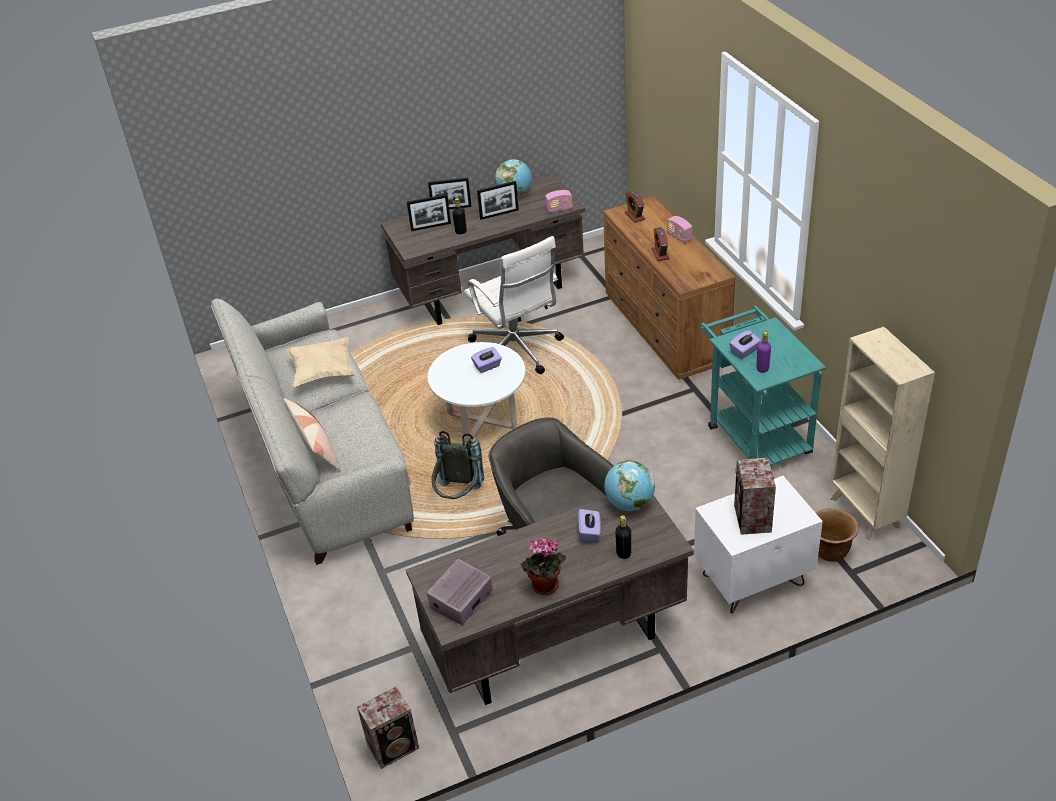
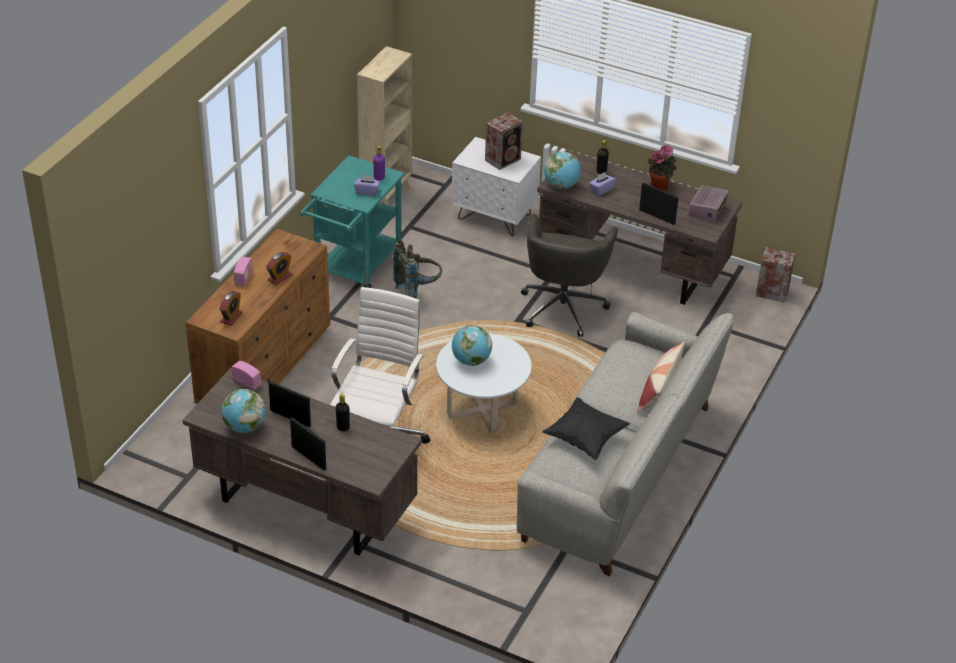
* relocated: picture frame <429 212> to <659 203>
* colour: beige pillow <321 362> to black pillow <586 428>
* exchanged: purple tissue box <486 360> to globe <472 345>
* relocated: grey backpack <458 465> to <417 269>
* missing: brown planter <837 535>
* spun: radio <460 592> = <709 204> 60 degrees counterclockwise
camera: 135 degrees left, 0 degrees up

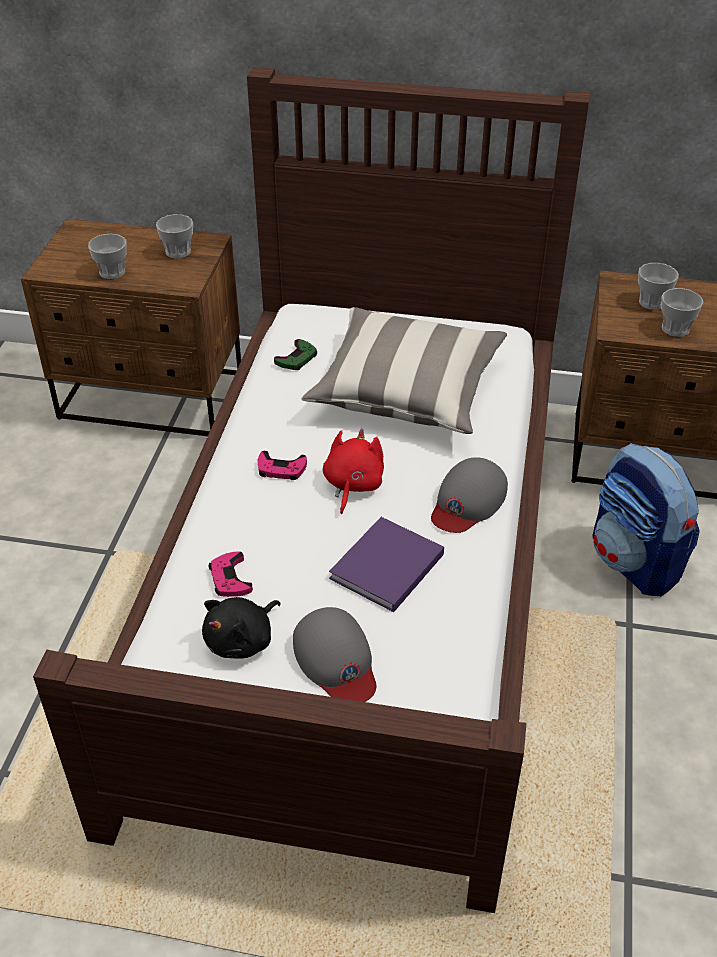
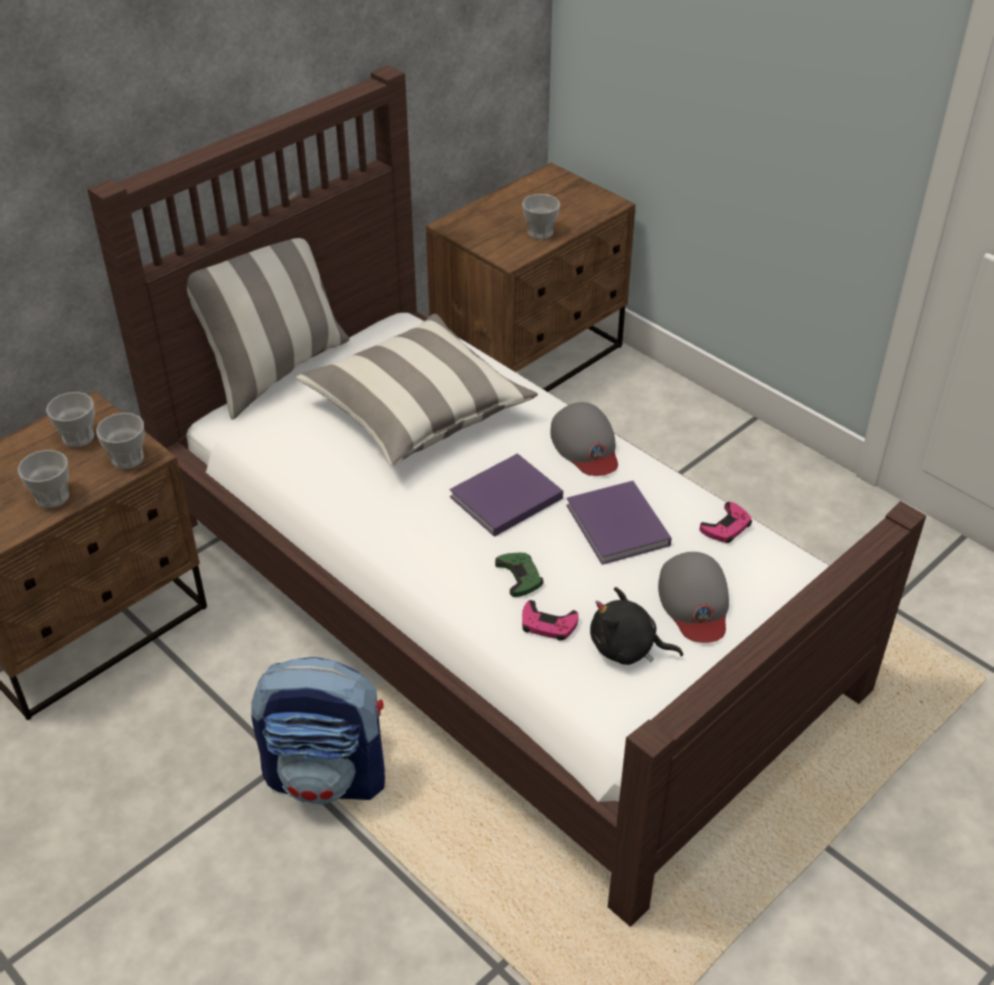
* relocated: cup <658 286> to <120 441>
* relocated: green game controller <295 354> to <519 575>
* exchanged: red plush toy <353 471> to purple book <506 495>
* relocated: backpack <646 520> to <318 731>
* relocated: pink game controller <282 465> to <726 522>
* spun: black plush toy <241 628> = <636 626> 120 degrees clockwise
* spun: grey cap <334 654> = <693 597> 75 degrees clockwise
* appeared: pillow <268 305>
camera: 55 degrees left, 0 degrees up

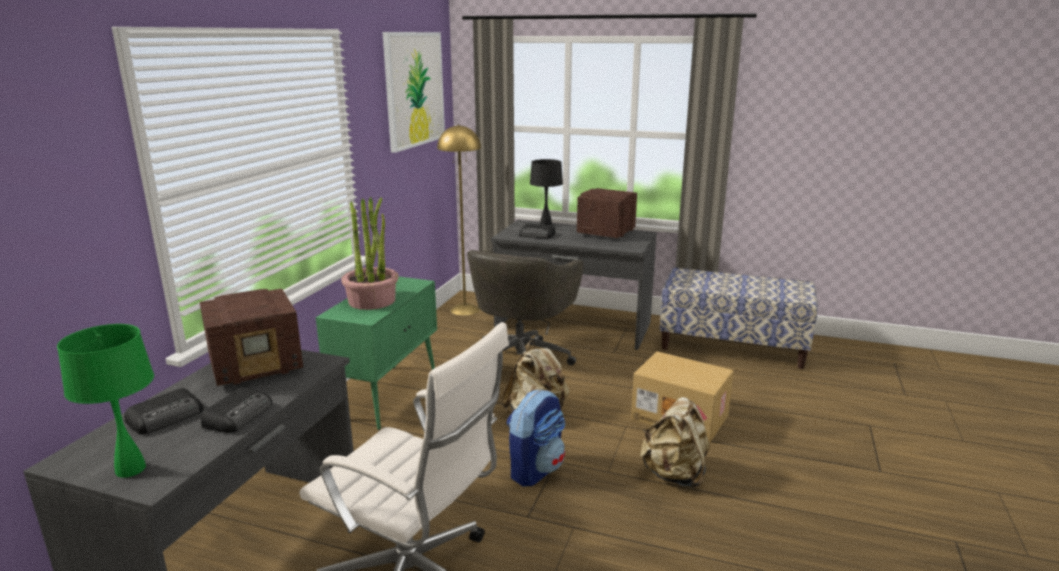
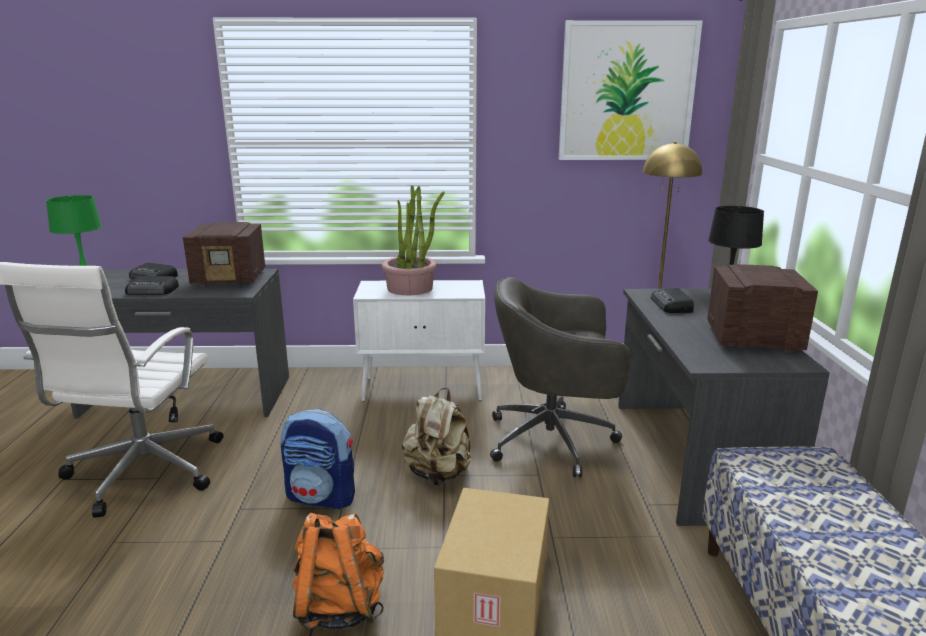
* colour: green cabinet <376 353> to white cabinet <419 341>
* spun: radio <251 337> = <224 254> 45 degrees counterclockwise
* colour: beige backpack <675 443> to orange backpack <338 571>
camera: 70 degrees right, 0 degrees up

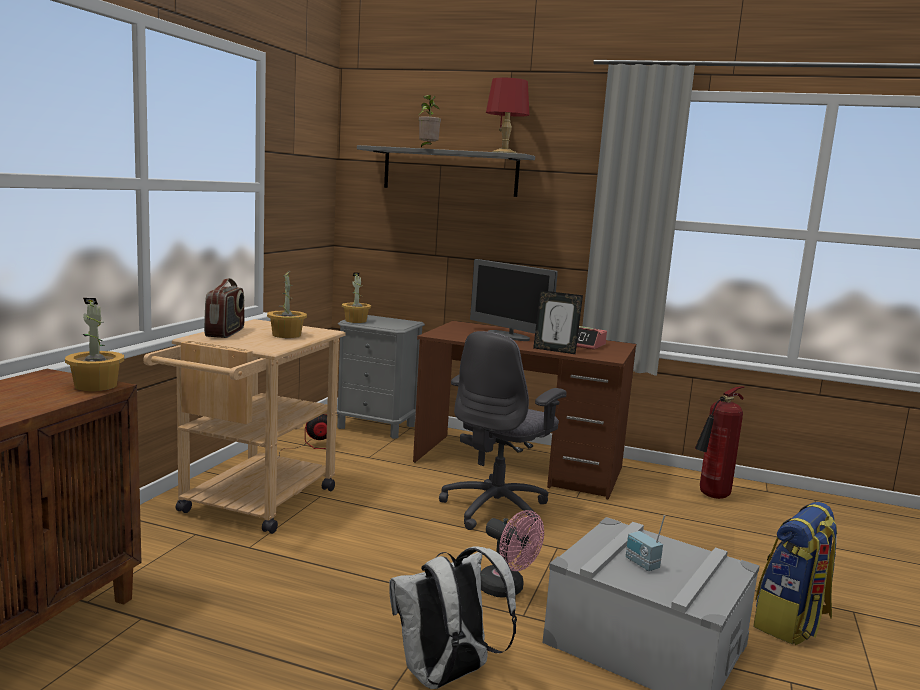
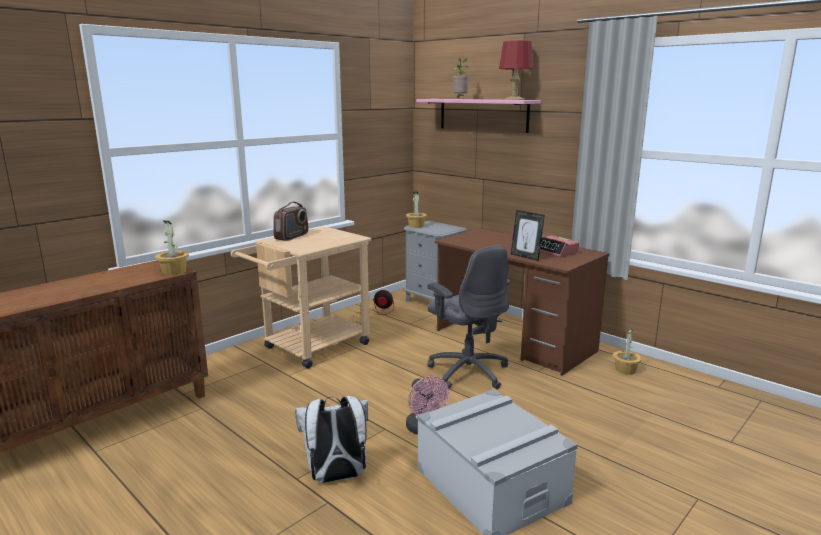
* colour: grey shelf <446 171> to pink shelf <478 116>
* missing: monitor <514 300>
* relocated: potted plant <287 304> to <627 352>
* spun: grey office chair <503 430> = <468 317> 90 degrees counterclockwise
* missing: fire extinguisher <720 442>
* missing: backpack <795 573>
* missing: radio <645 543>
camera: 25 degrees right, 5 degrees up

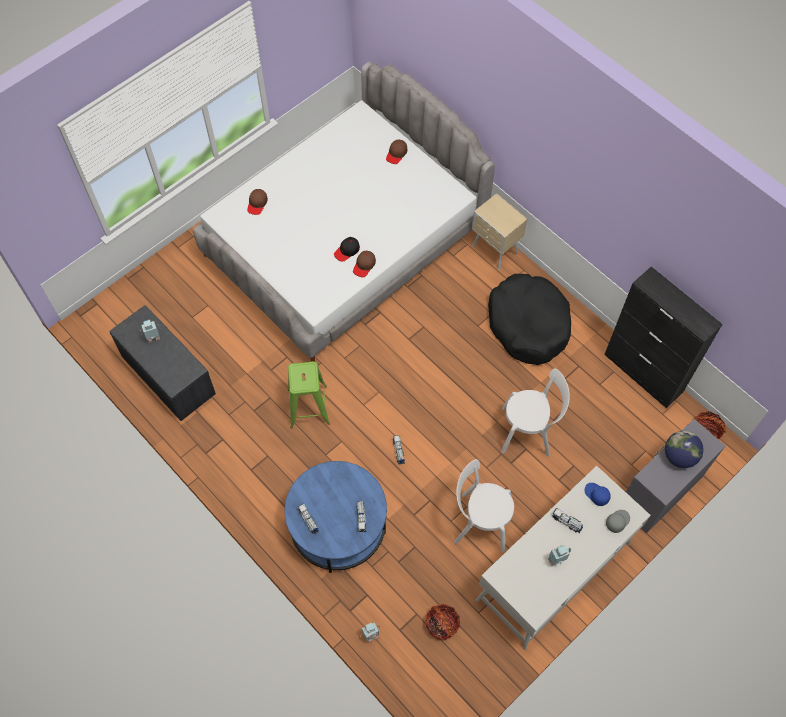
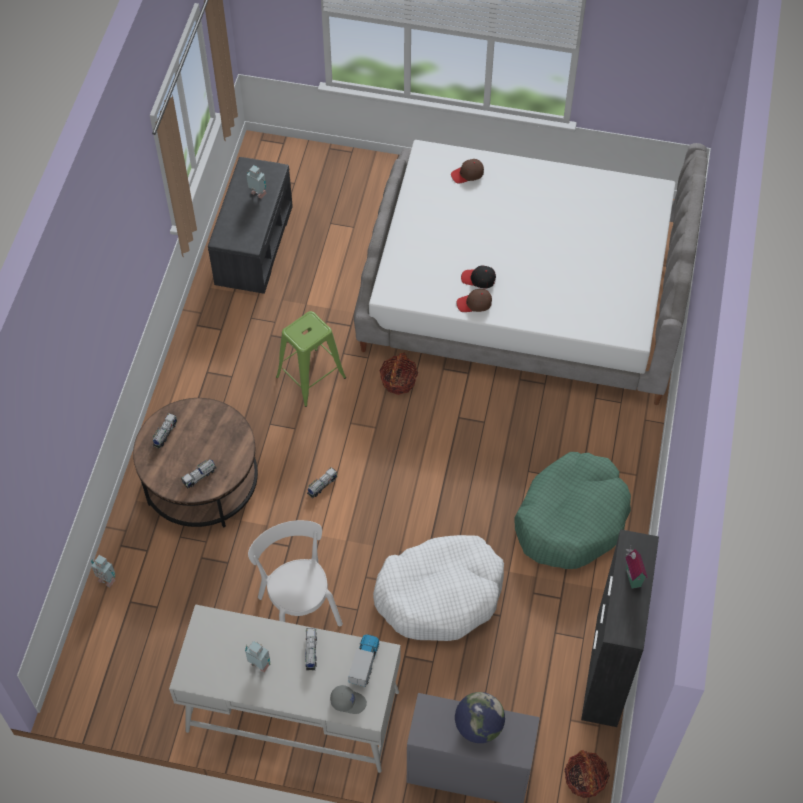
* missing: brown cap <396 151>
* missing: beige nightstand <499 231>
* colour: black dog bed <529 319> to green dog bed <572 510>
* exchanged: white chair <535 412> to white dog bed <438 588>
* colour: blue coffee table <335 517> to brown coffee table <195 463>
* exchanged: blue cap <597 494> to toy truck <363 660>
* relocated: basket <443 622> to <398 374>
* appeared: toy house <636 567>
camera: 55 degrees right, 5 degrees down

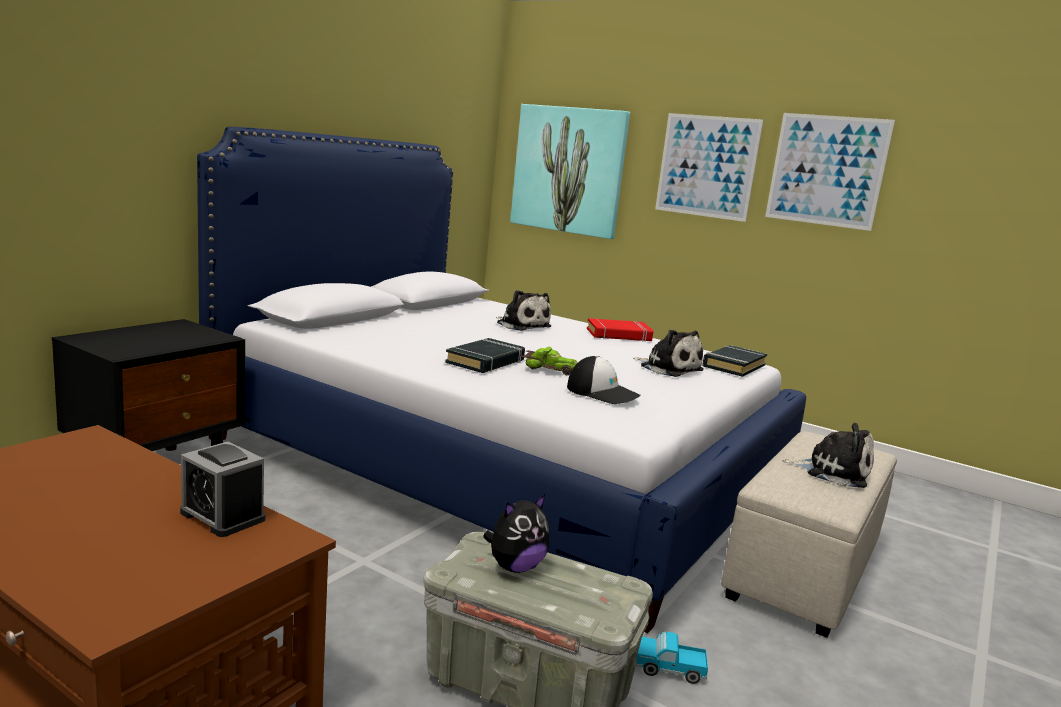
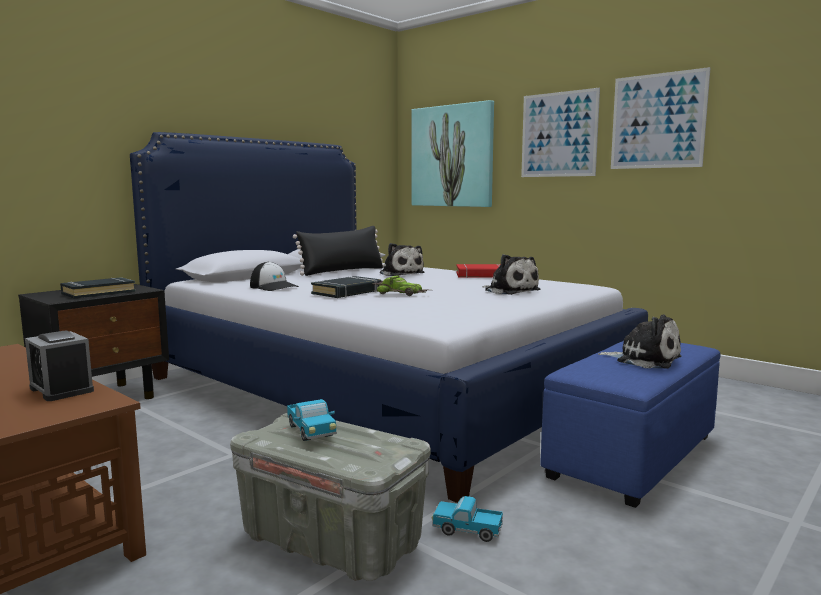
* relocated: black book <734 361> to <98 288>
* relocated: cap <604 380> to <274 276>
* colour: beige ottoman <809 534> to blue ottoman <630 424>
* exchanged: plush toy <516 533> to toy truck <312 420>
* appeared: black pillow <338 251>
camera: 10 degrees right, 5 degrees down

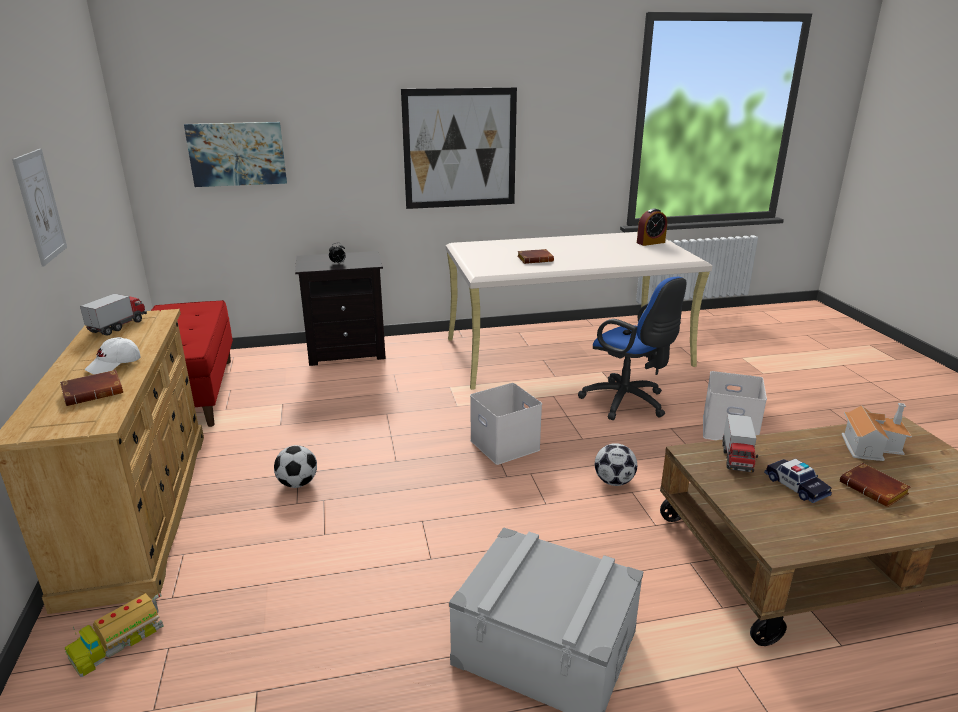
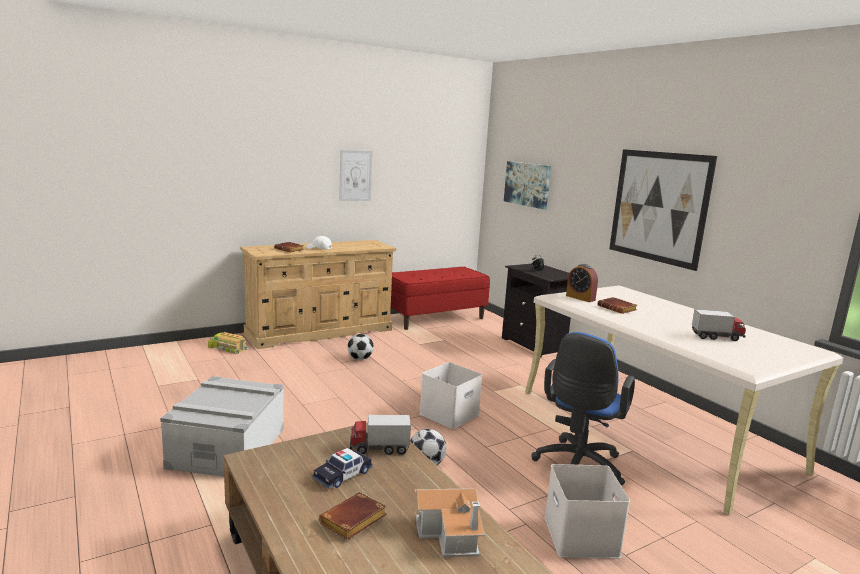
* relocated: alarm clock <652 227> to <582 283>
* relocated: toy truck <113 315> to <719 325>
camera: 70 degrees right, 10 degrees down

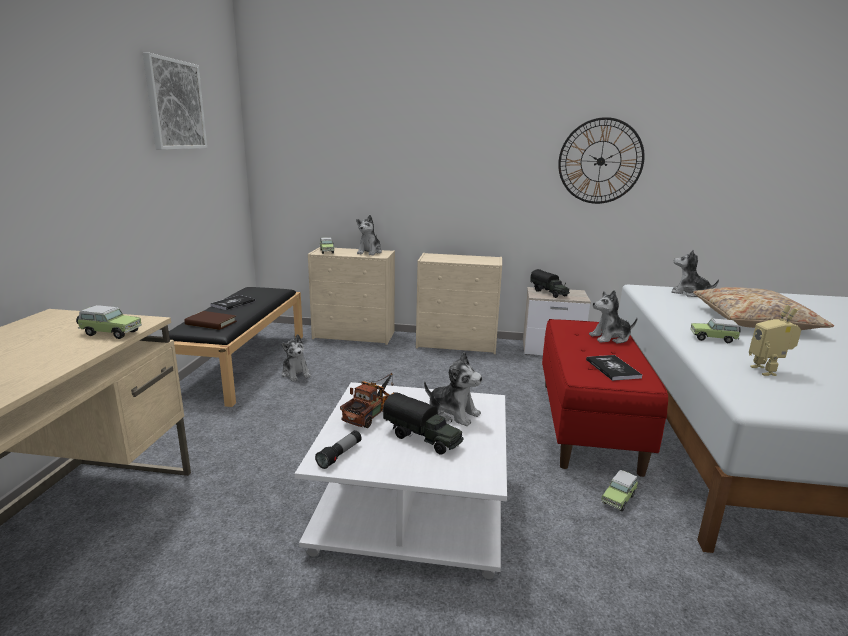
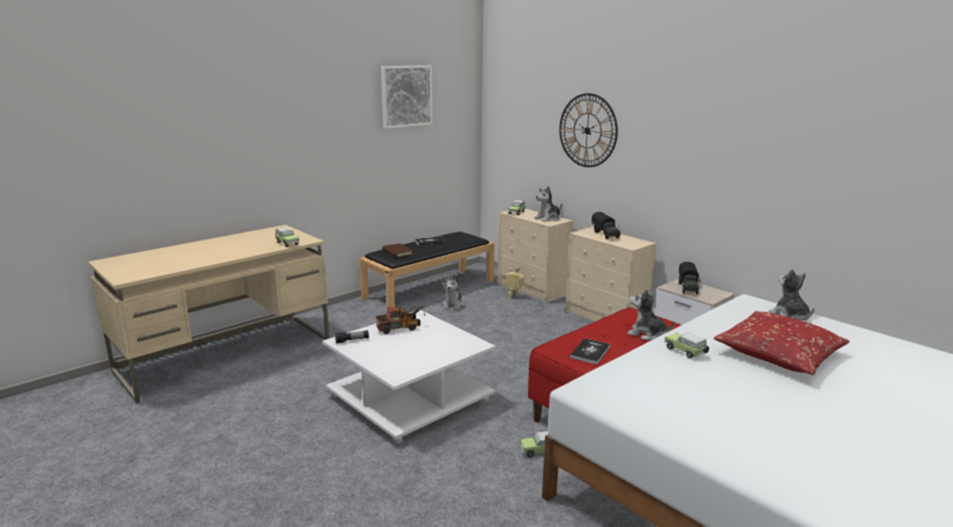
* relocated: wall clock <601 160> to <588 130>
* colour: beige pillow <763 308> to red pillow <782 343>
* relocated: toy robot <775 340> to <515 282>
* missing: plush toy <453 389>
* relocated: toy truck <423 423> to <606 225>
camera: 40 degrees right, 0 degrees up

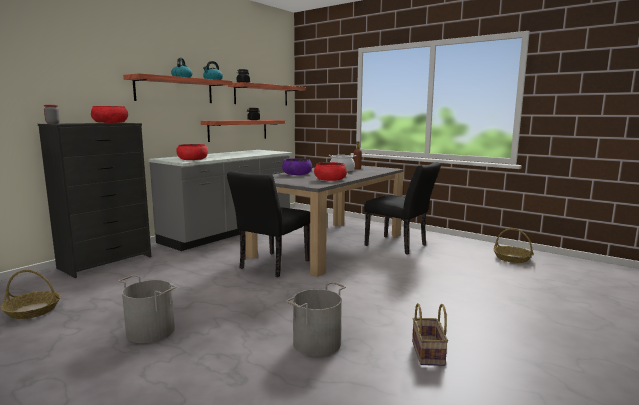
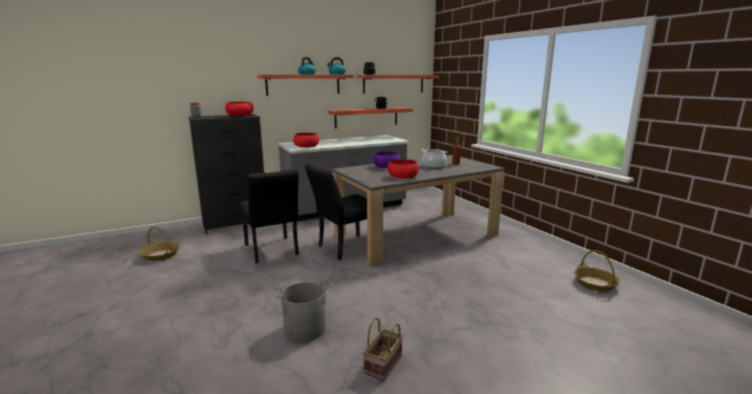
* relocated: black chair <402 208> to <269 216>
* missing: grey bucket <147 309>
camera: 25 degrees right, 5 degrees up

